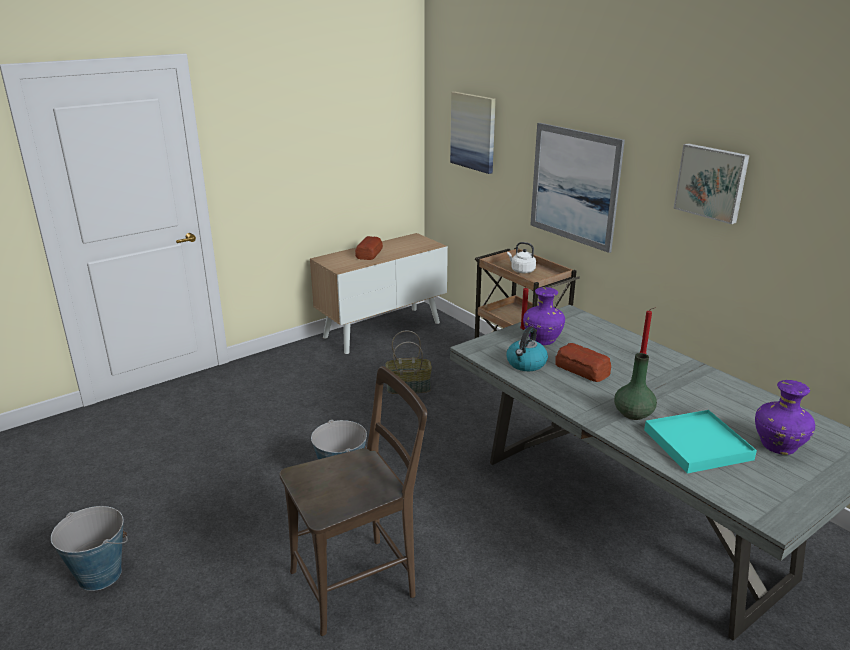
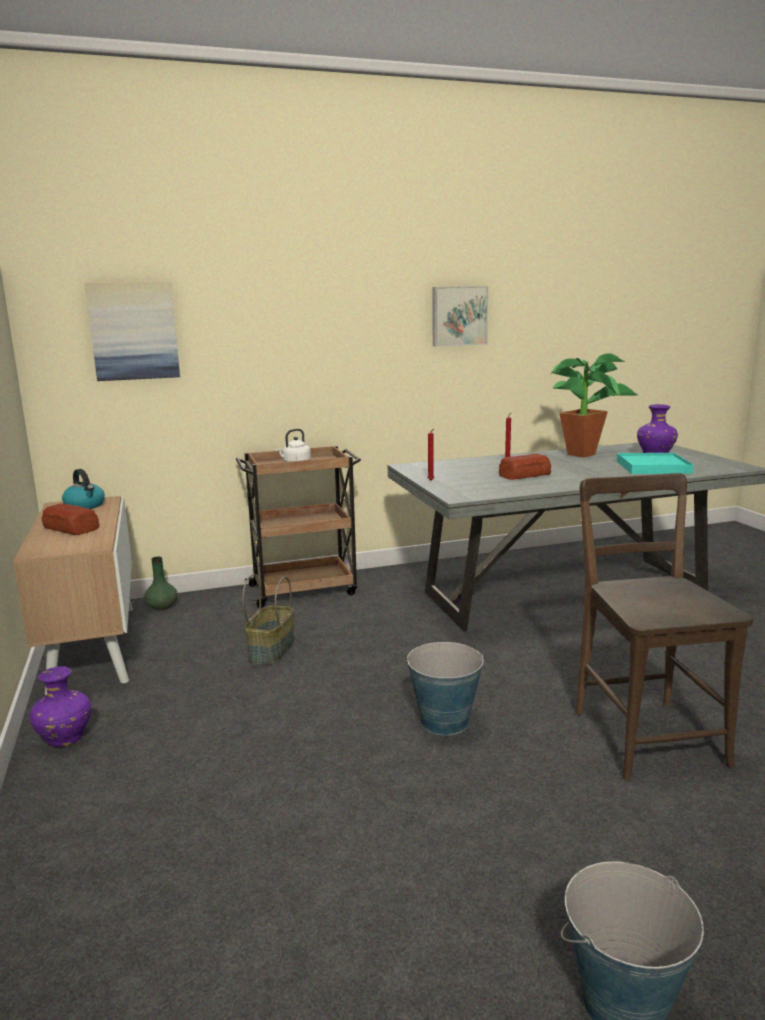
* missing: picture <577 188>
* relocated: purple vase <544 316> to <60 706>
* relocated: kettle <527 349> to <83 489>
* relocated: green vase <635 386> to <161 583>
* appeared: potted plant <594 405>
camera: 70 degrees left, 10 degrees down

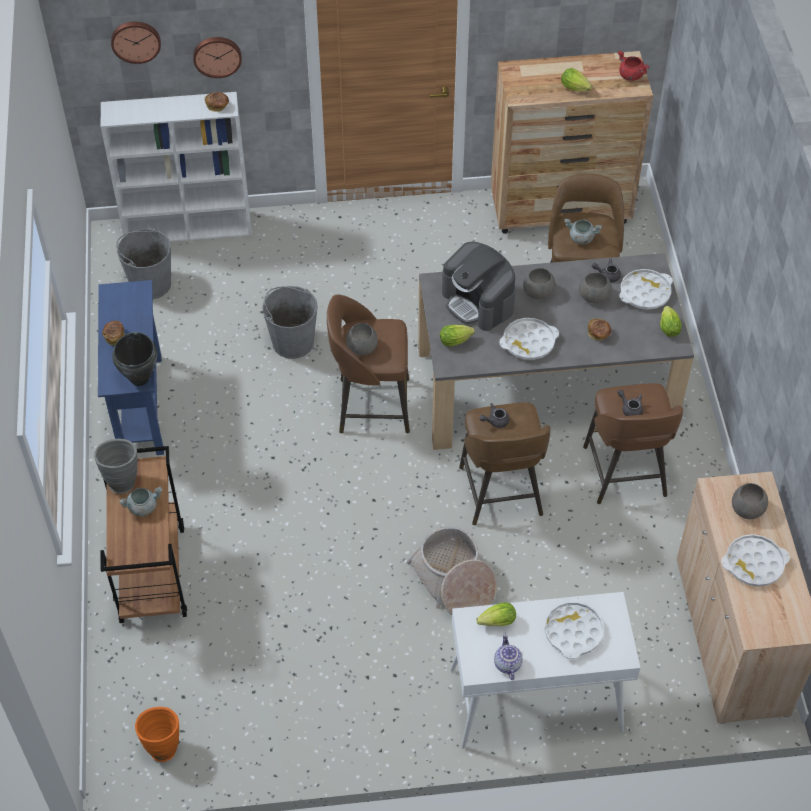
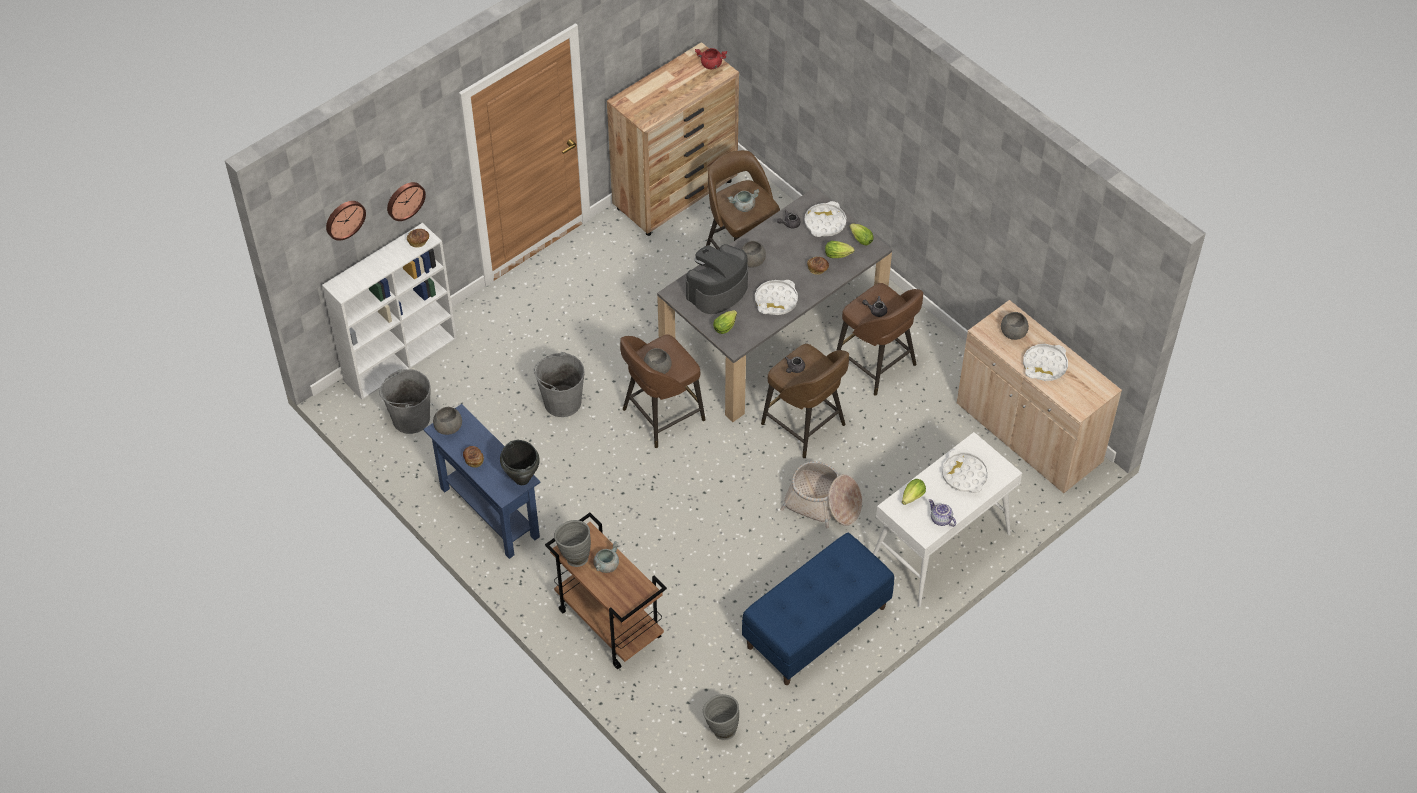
* relocated: lettuce <576 80> to <840 249>
* spun: coffee machine <478 286> = <717 279> 120 degrees clockwise
* relocated: grey bowl <595 288> to <447 421>
* colour: orange vase <157 734> to grey vase <721 717>
* appeared: blue bench <818 609>
camera: 35 degrees left, 0 degrees up

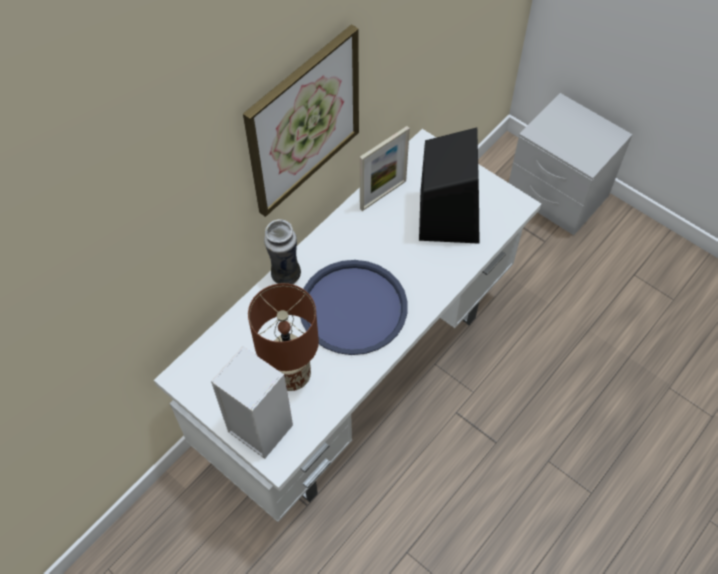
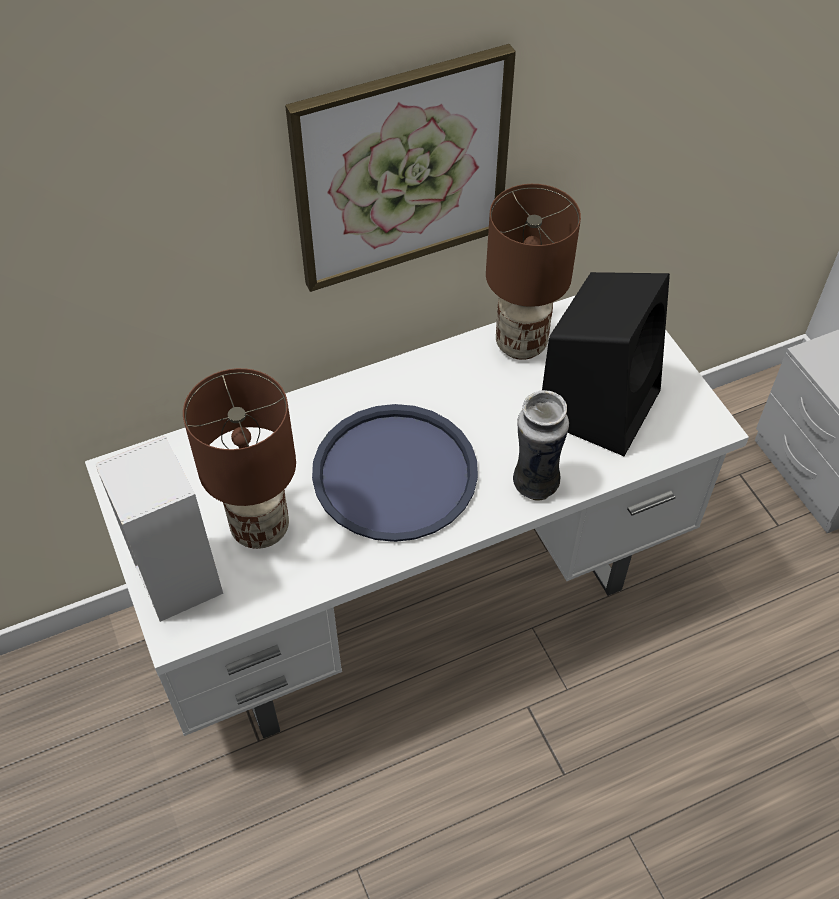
* exchanged: picture frame <385 168> to brown table lamp <533 272>
* relocated: vase <282 251> to <541 445>
camera: 25 degrees right, 5 degrees down

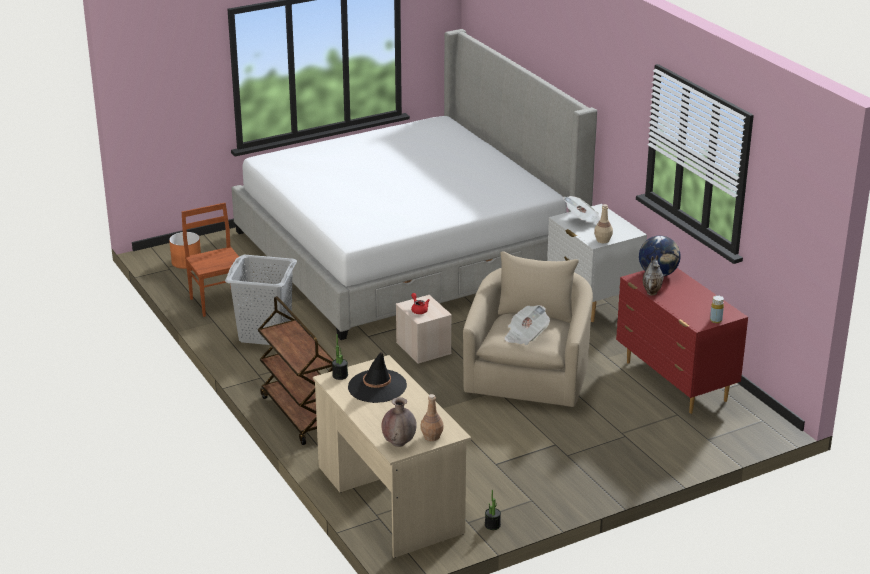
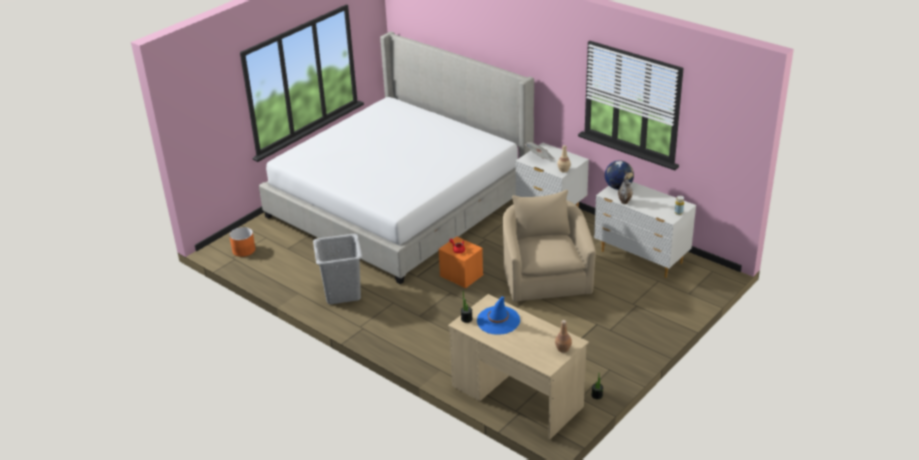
* missing: brown chair <210 260>
* colour: red dresser <682 341> to white dresser <645 230>
* colour: beige storage box <424 329> to orange storage box <460 262>
* missing: brown cart <296 370>
* missing: newspaper <527 325>
* colour: black hat <377 377> to blue hat <498 316>
* missing: brown vase <399 422>
camera: 20 degrees left, 5 degrees up

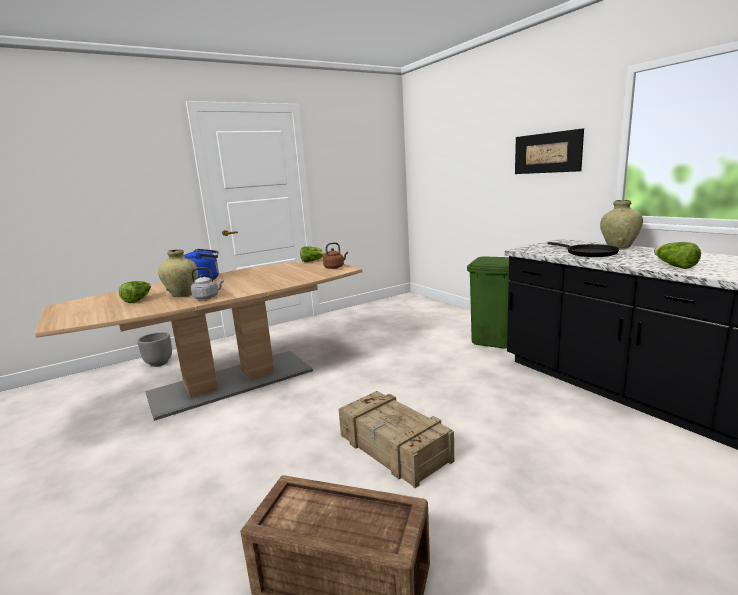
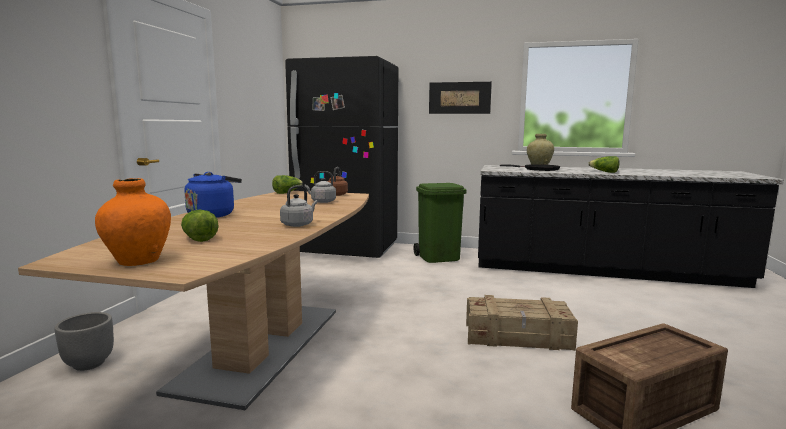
* missing: beige vase <178 273>
* appeared: black fridge <341 157>
* appeared: grey kettle <320 187>
* appeared: orange vase <133 222>
camera: 45 degrees left, 5 degrees down

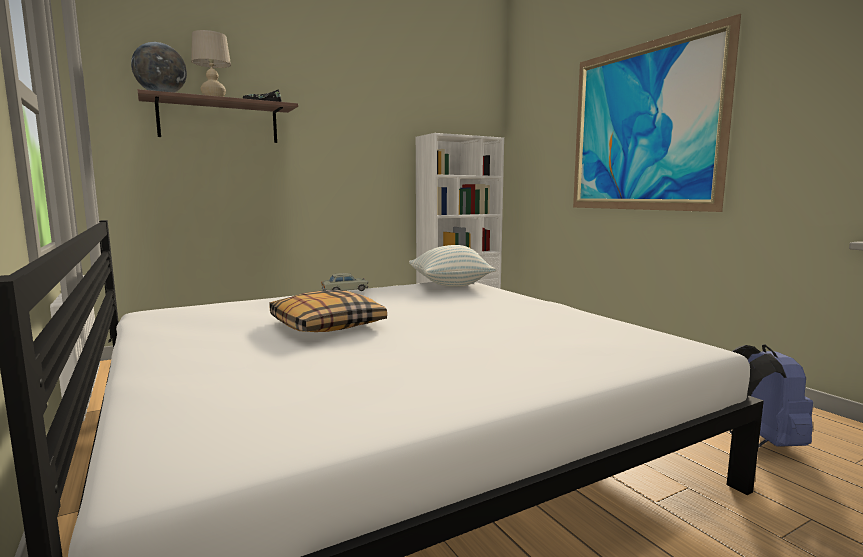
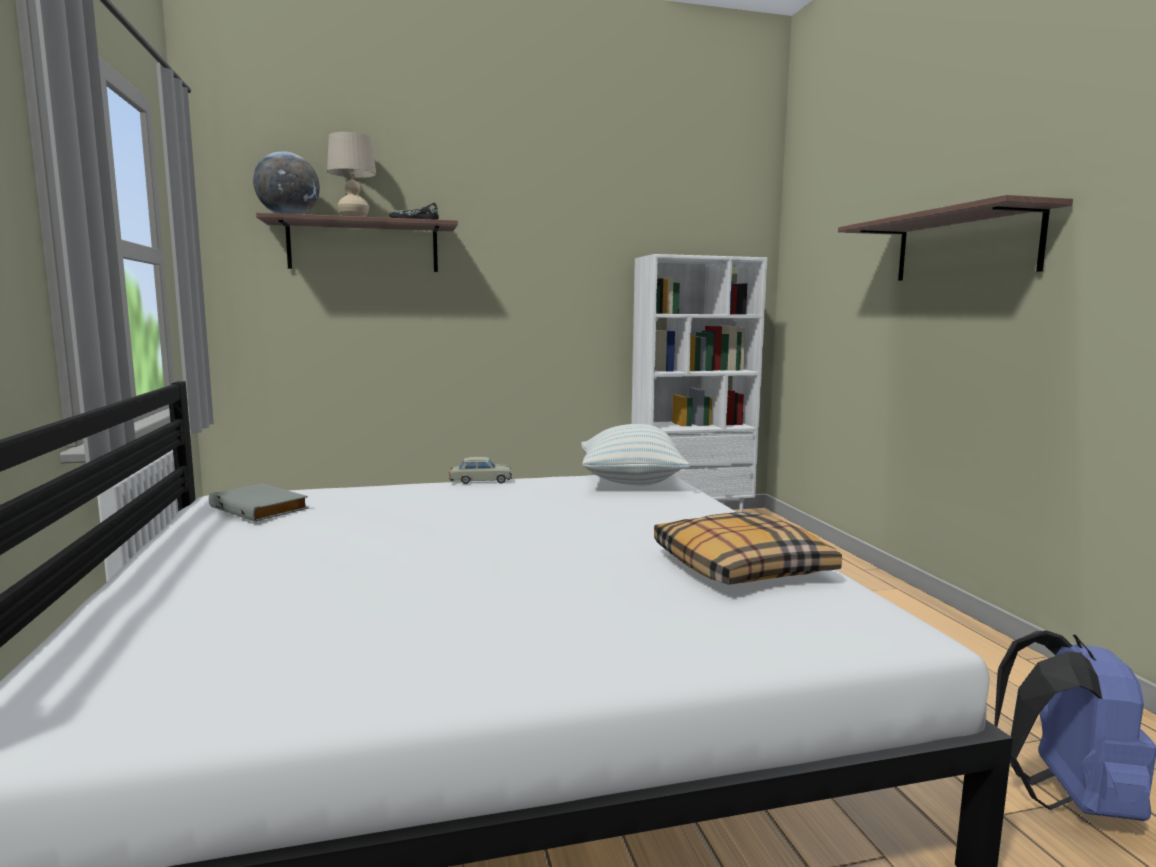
* exchanged: picture <657 113> to shelf <955 238>
* relocated: pillow <328 311> to <748 548>
* appeared: grey book <259 503>
camera: 15 degrees right, 0 degrees up

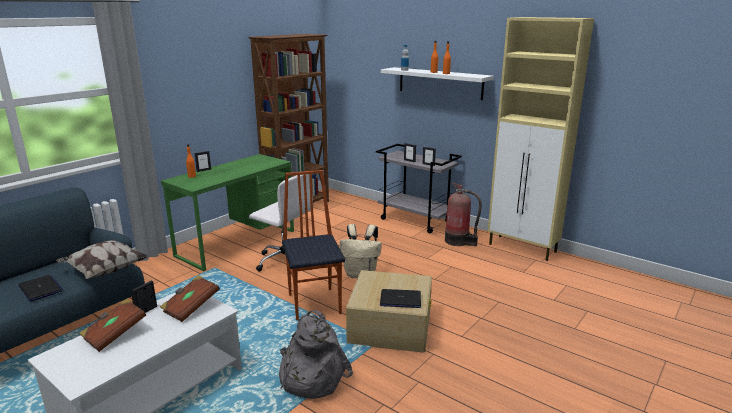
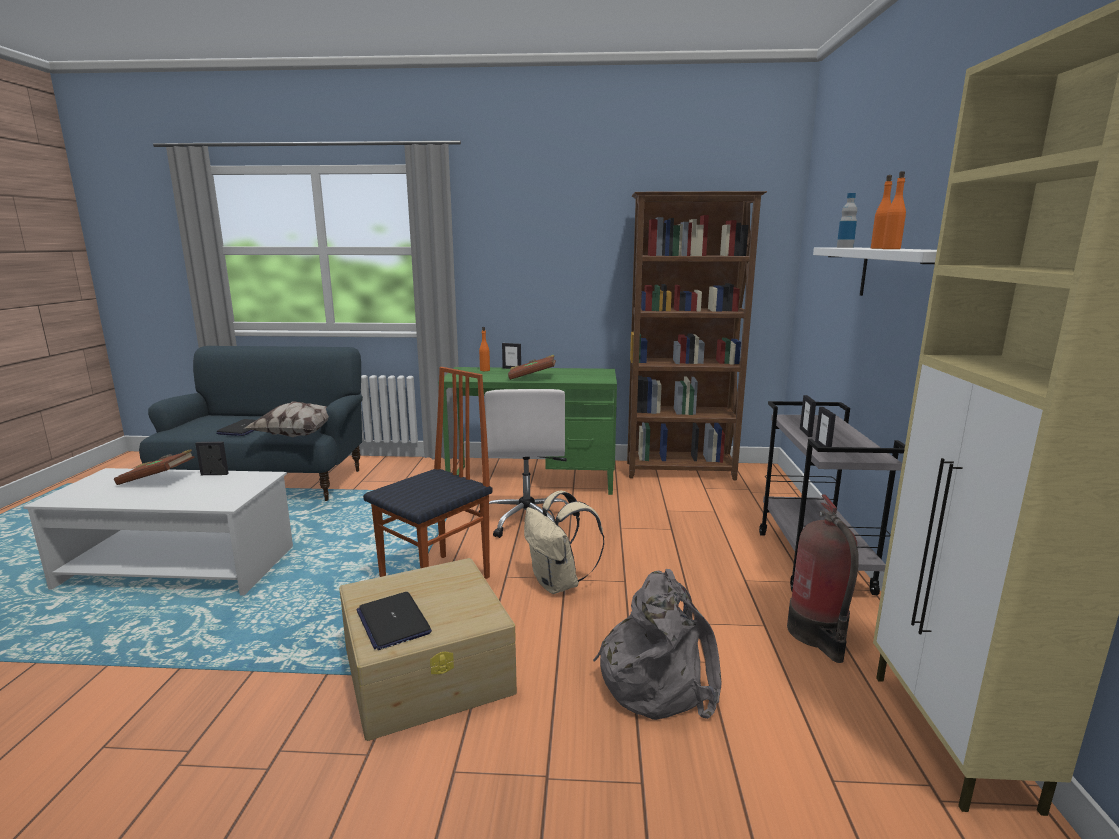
* relocated: brown book <190 298> to <532 367>
* relocated: grey backpack <316 354> to <657 644>
camera: 55 degrees right, 5 degrees down

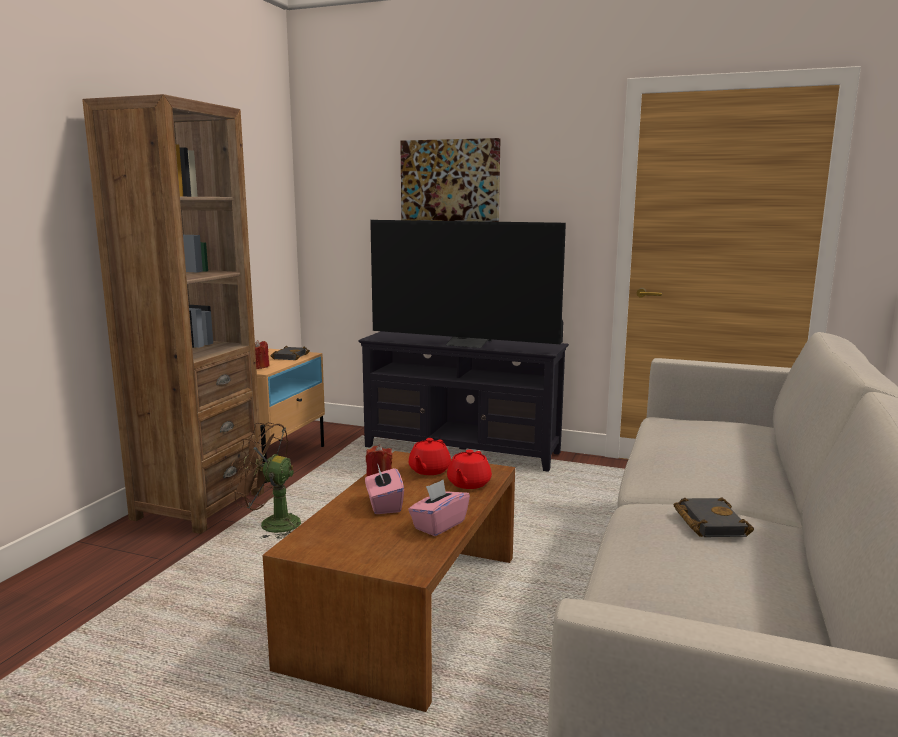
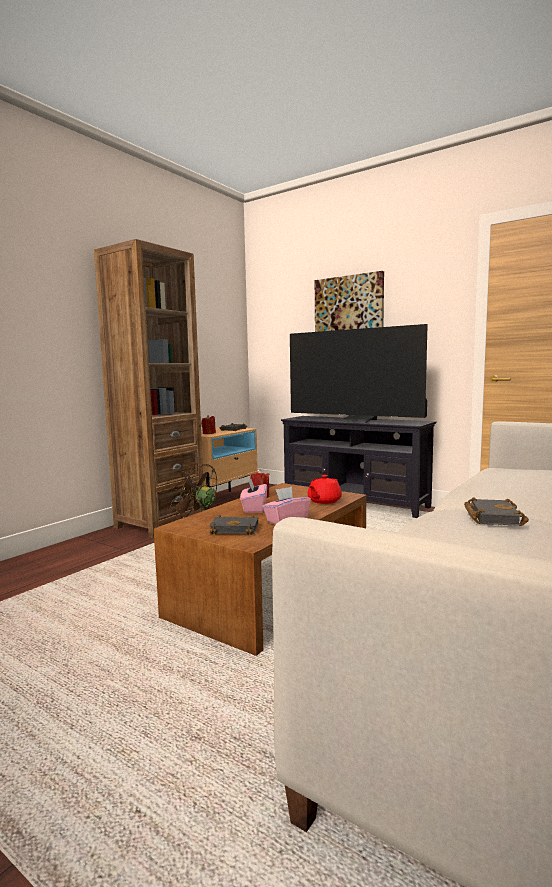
* missing: red teapot <430 456>
* appeared: black book <233 525>
camera: 15 degrees right, 5 degrees down

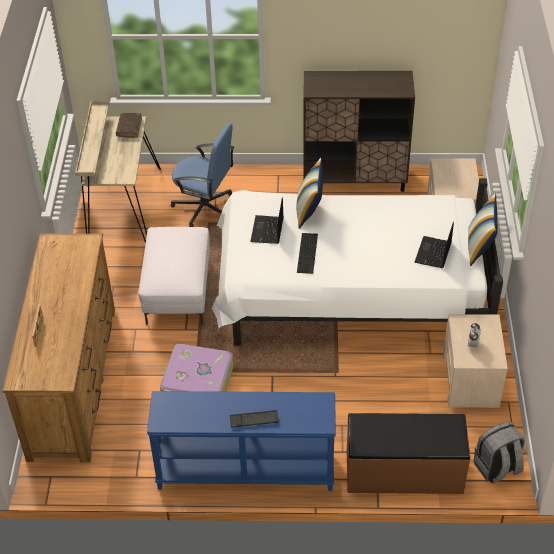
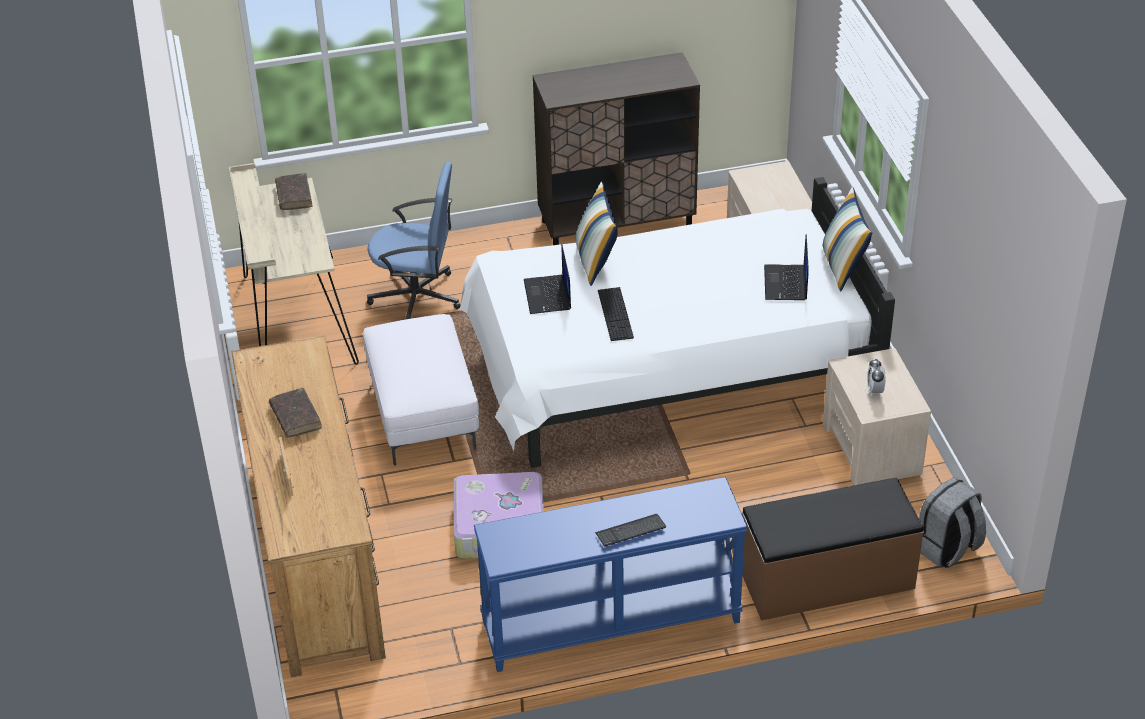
* appeared: brown book <295 412>
camera: 15 degrees left, 5 degrees down

